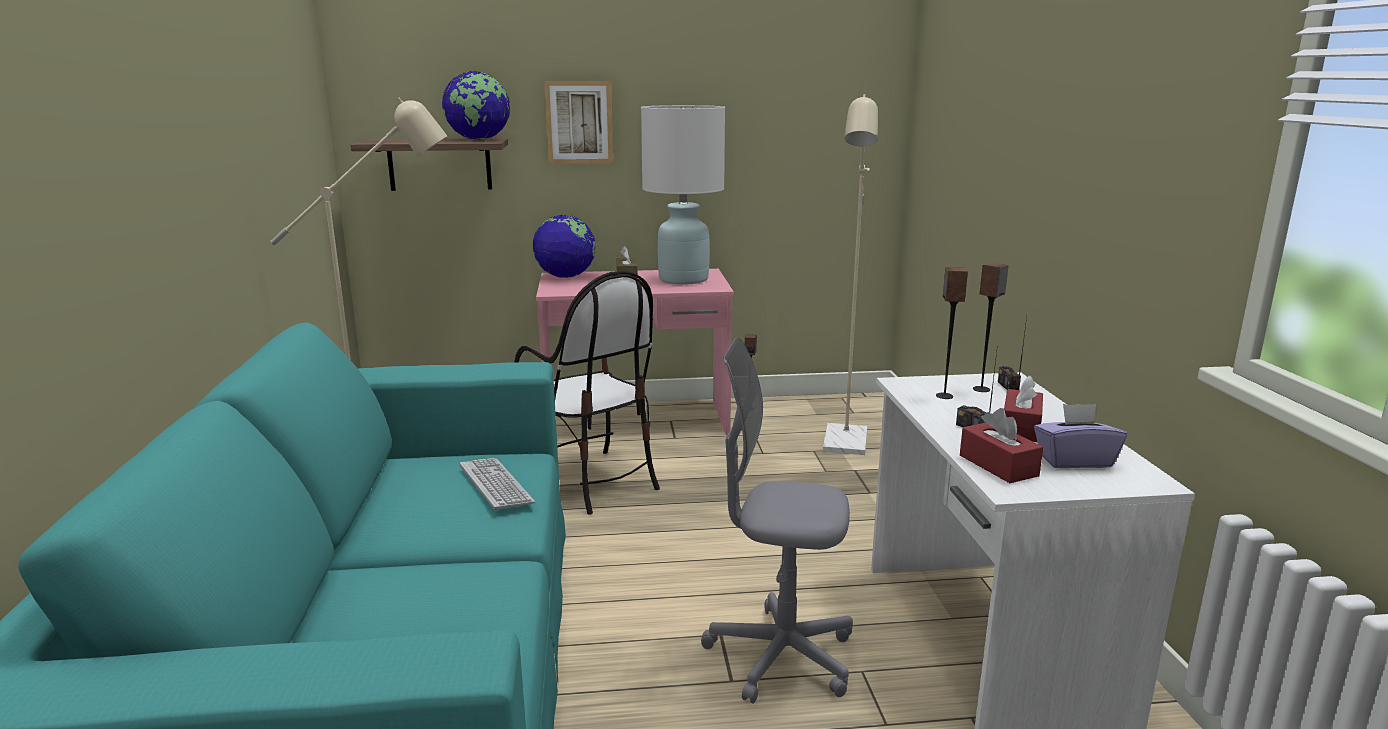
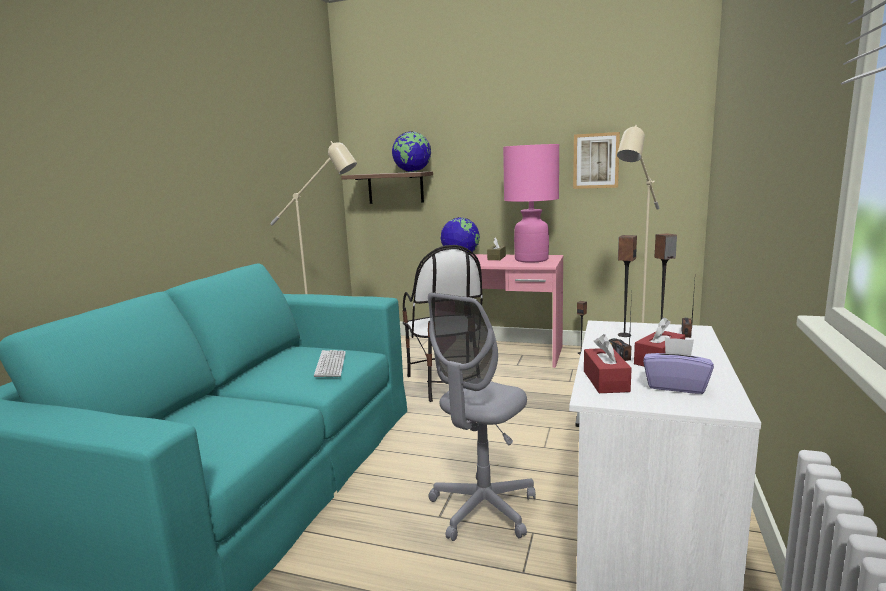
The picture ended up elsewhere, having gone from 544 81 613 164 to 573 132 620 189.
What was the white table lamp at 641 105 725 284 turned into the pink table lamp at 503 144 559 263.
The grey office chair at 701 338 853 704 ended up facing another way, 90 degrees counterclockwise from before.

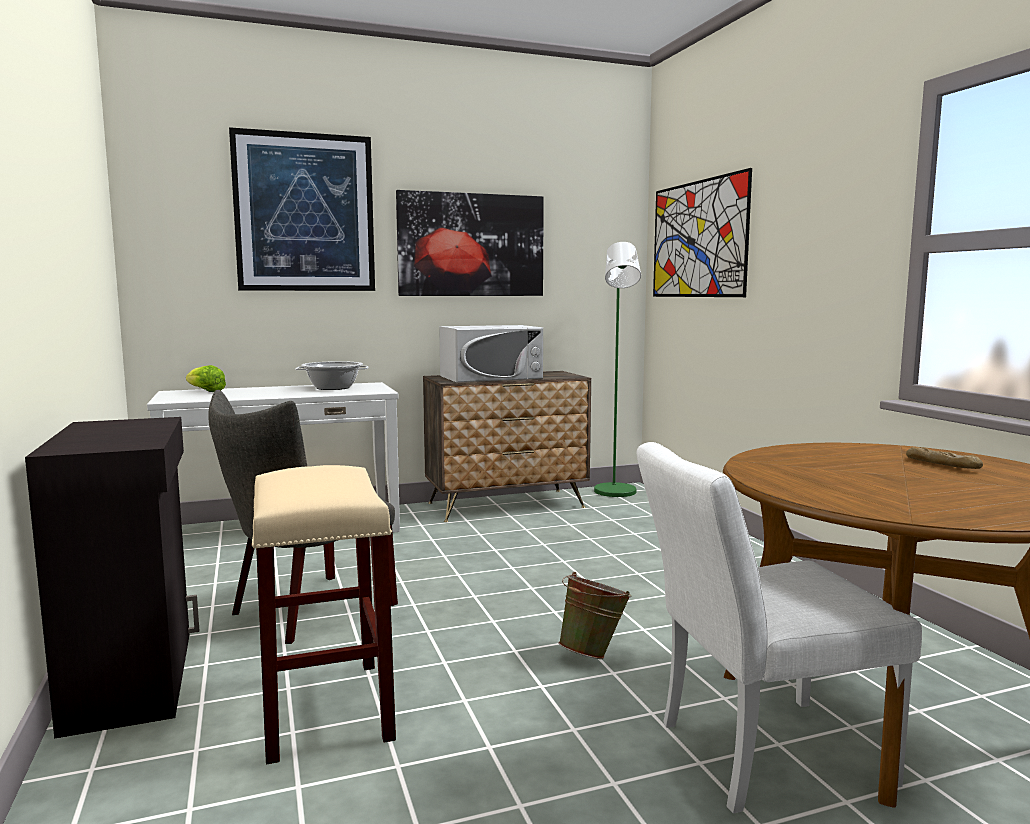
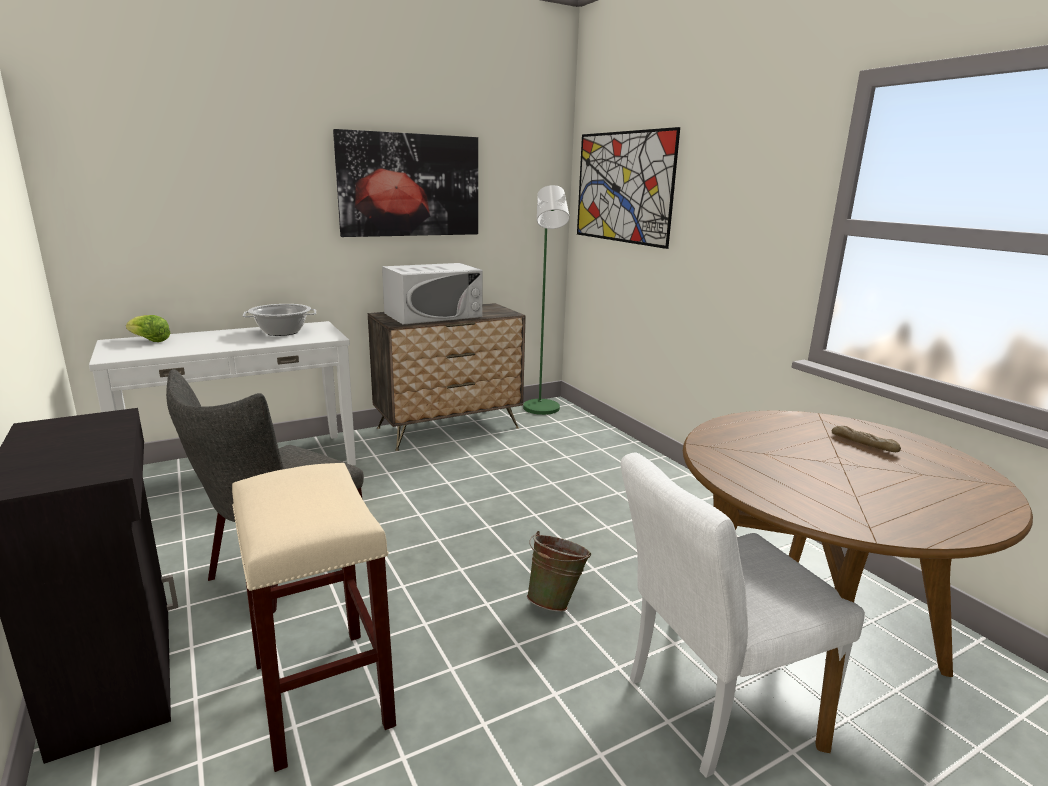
The second view lost the picture at 229 127 375 291.

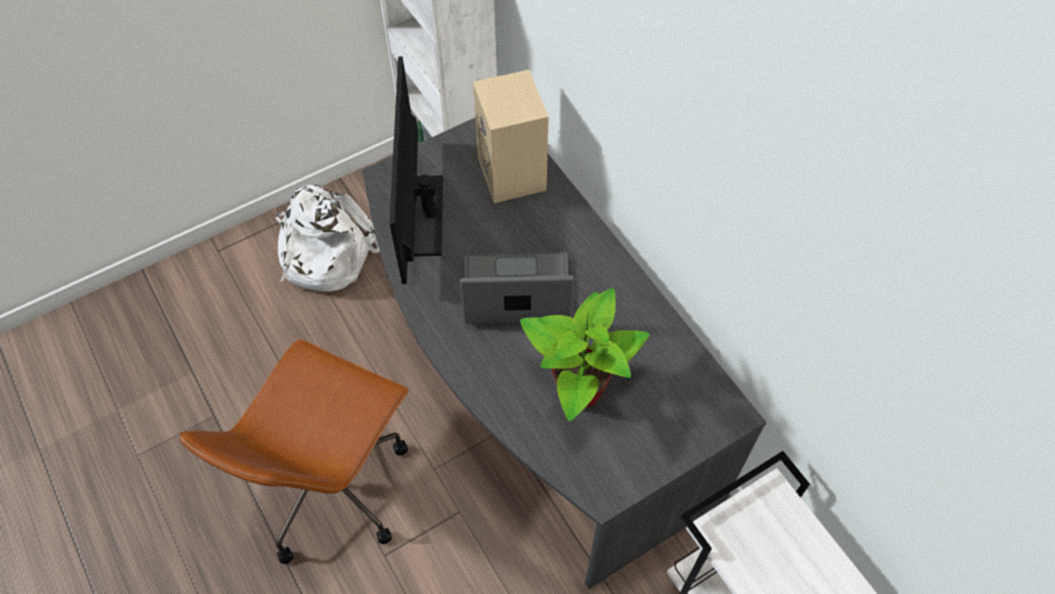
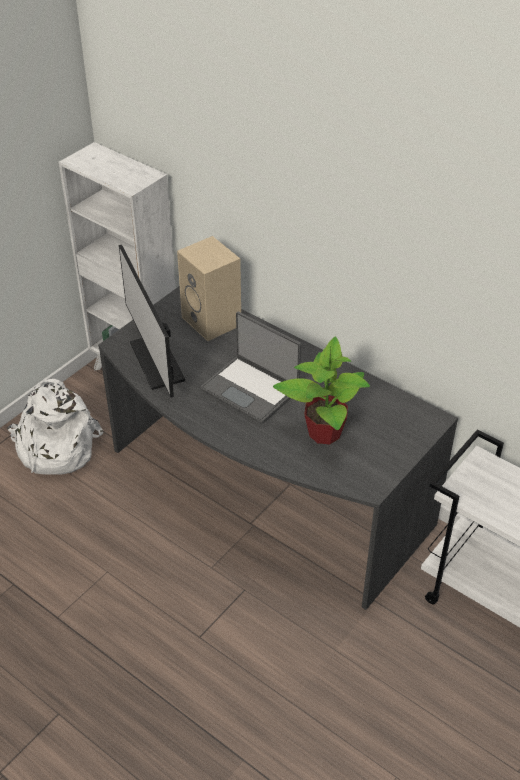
The second view lost the brown office chair at 179 339 408 564.
The laptop at 460 253 574 324 ended up facing another way, 120 degrees counterclockwise from before.

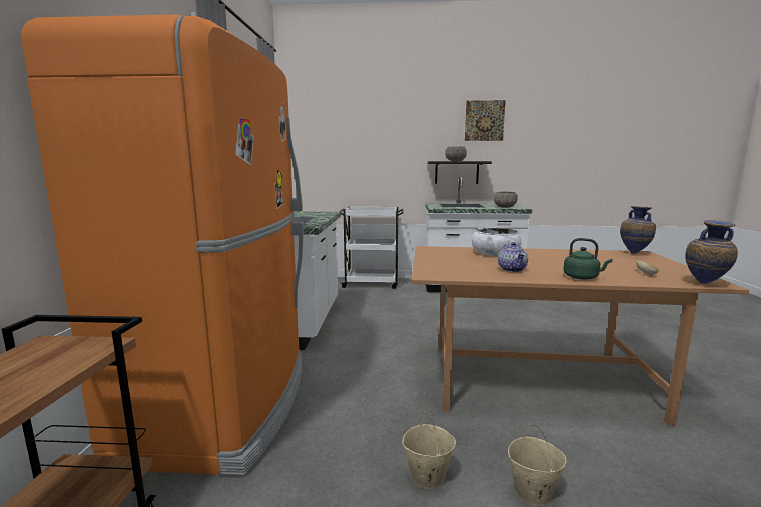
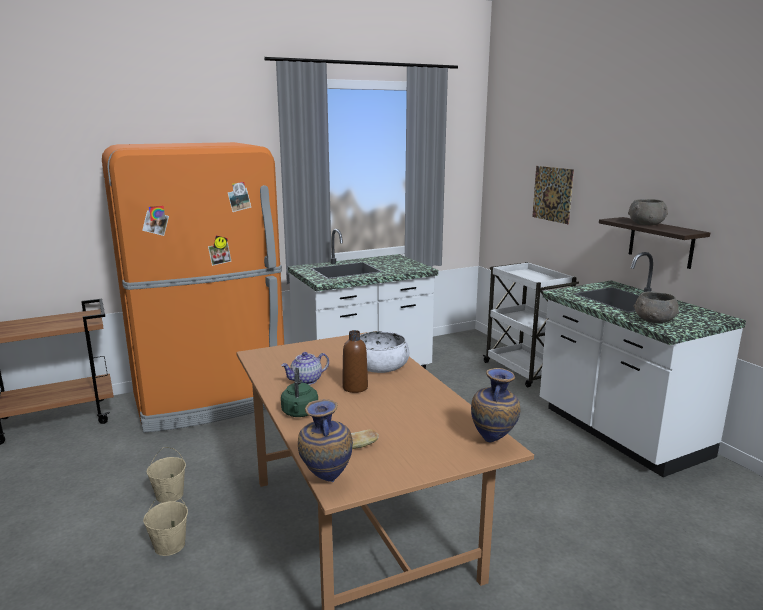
The second view gained the brown bottle at 342 330 368 393.
The picture ended up elsewhere, having gone from 465 100 506 141 to 532 166 574 224.

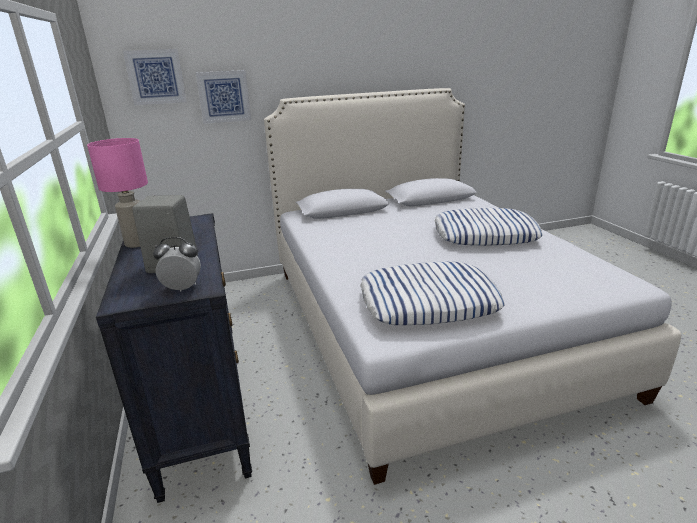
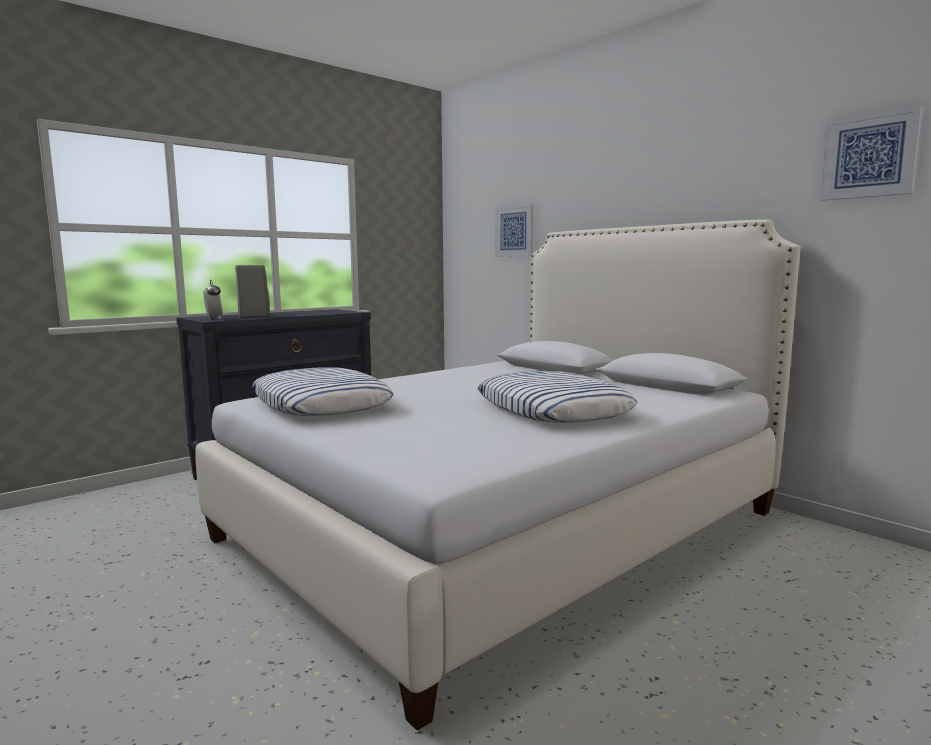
The second view lost the pink table lamp at 87 138 148 248.
The picture ended up elsewhere, having gone from 123 49 187 105 to 821 106 923 201.

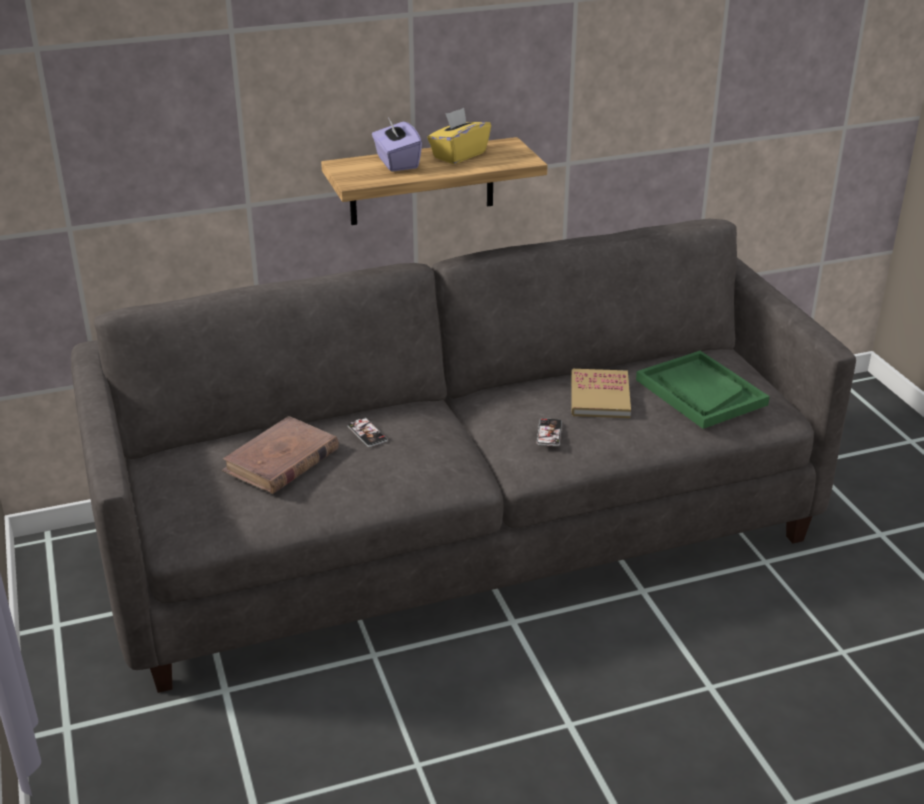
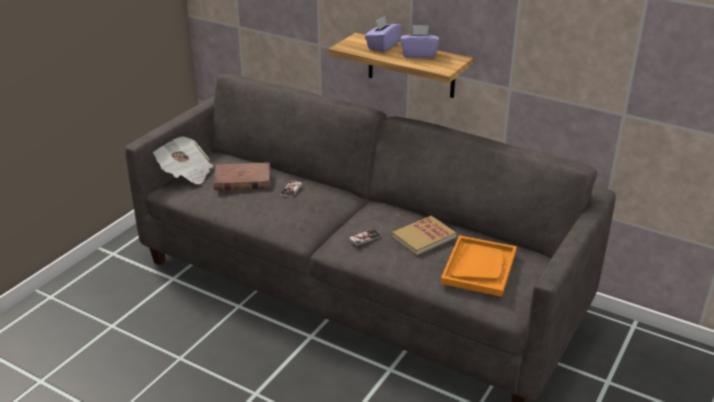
The second view gained the newspaper at 153 136 213 184.
What was the yellow tissue box at 427 108 491 164 turned into the purple tissue box at 401 25 440 58.
What was the green tray at 636 351 770 429 turned into the orange tray at 441 235 517 297.

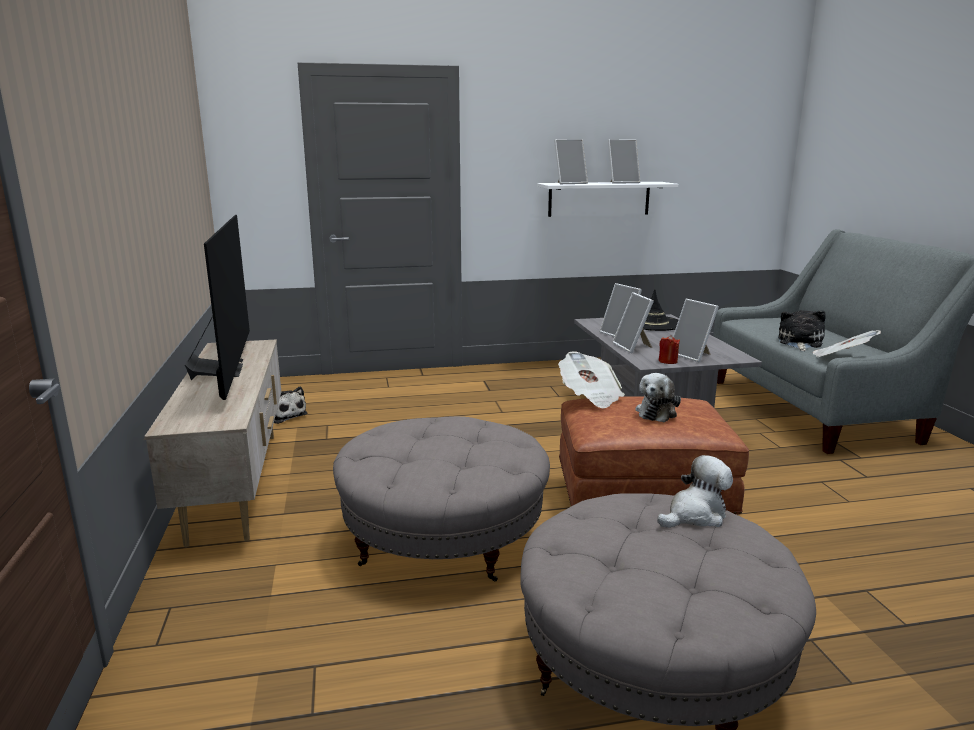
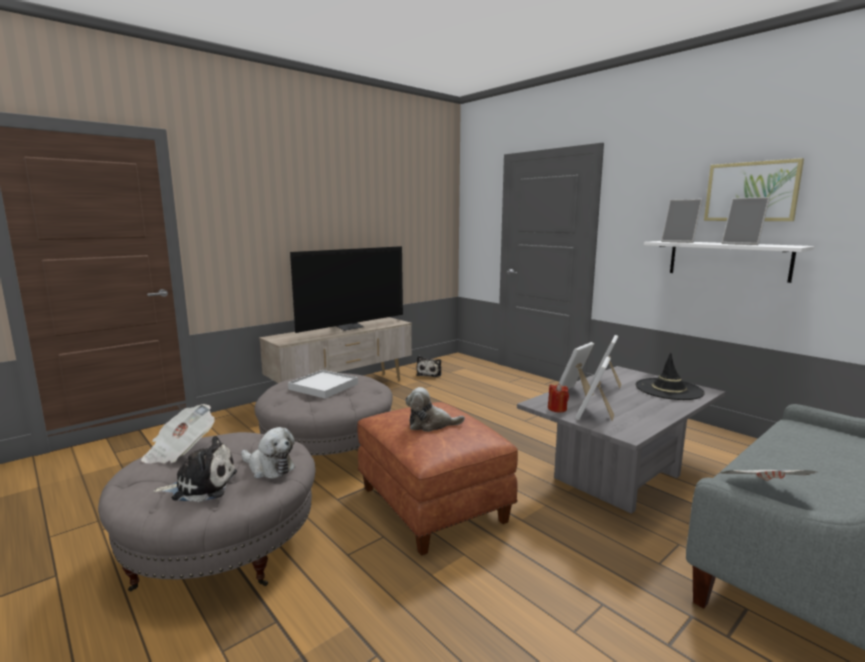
The second view gained the white tray at 288 370 358 398.
The second view gained the picture at 704 158 804 221.
The newspaper ended up elsewhere, having gone from 558 351 625 409 to 141 404 215 463.
The plush toy ended up elsewhere, having gone from 778 310 826 351 to 153 436 237 502.

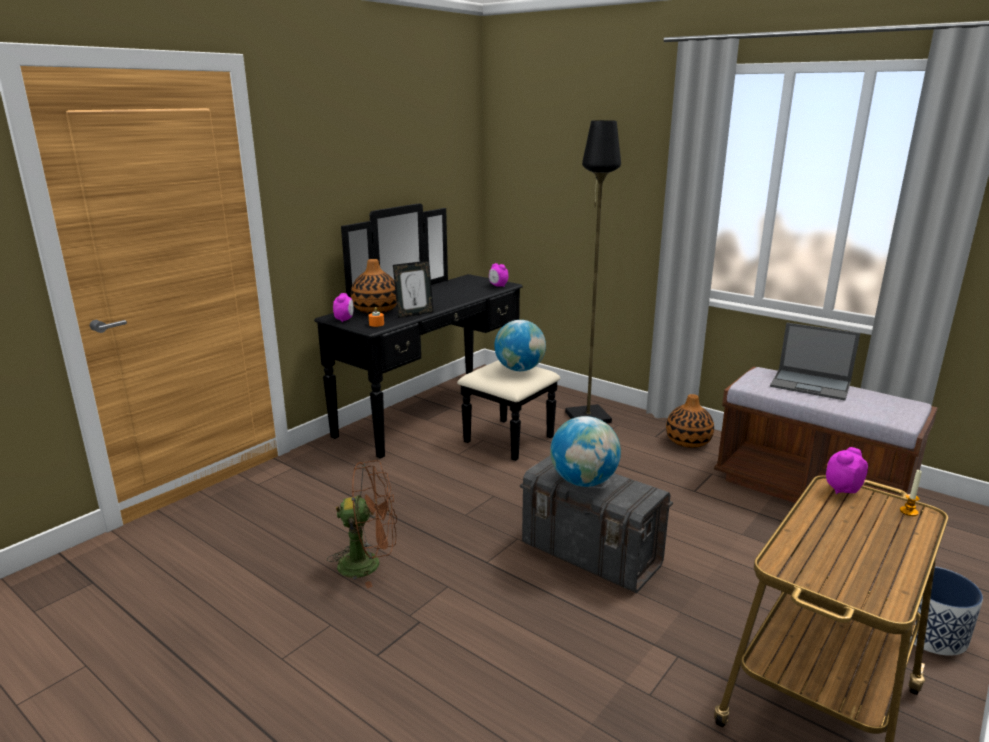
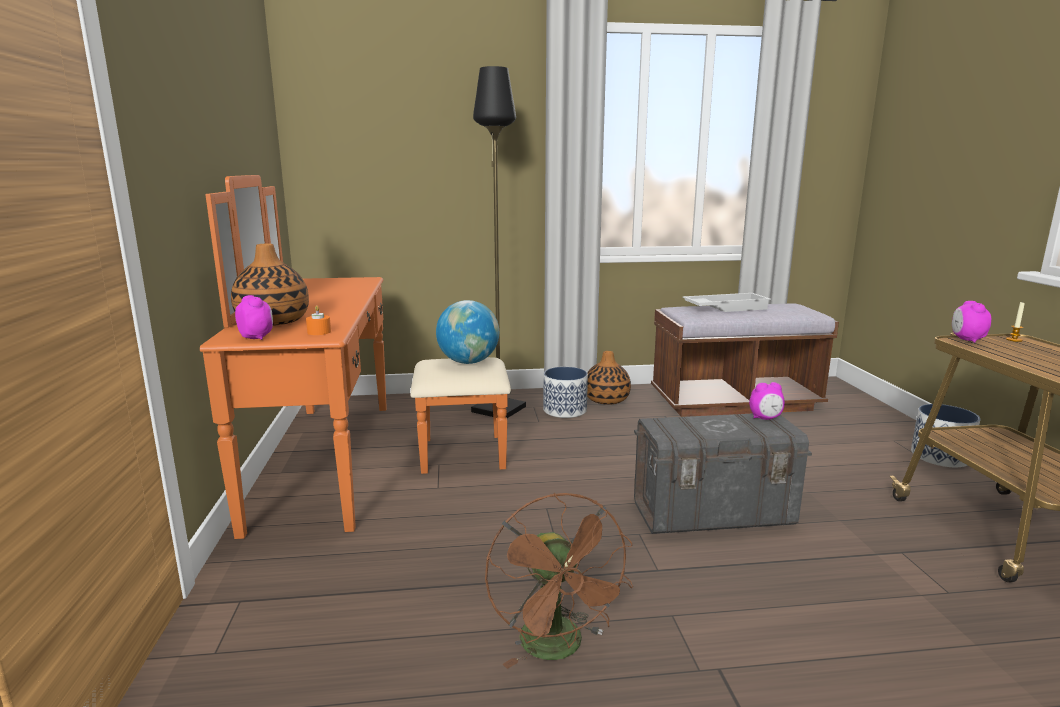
The second view lost the picture frame at 393 260 434 318.
The second view lost the globe at 550 416 621 487.
The second view gained the planter at 543 367 588 418.
The alarm clock ended up elsewhere, having gone from 489 263 508 287 to 749 382 785 420.
Where the laptop stood at 770 322 860 400, the white tray came to stand at 683 293 771 312.
What was the black dresser at 314 203 560 461 turned into the orange dresser at 200 175 511 539.
The brown fan at 327 460 397 588 ended up facing another way, 120 degrees clockwise from before.

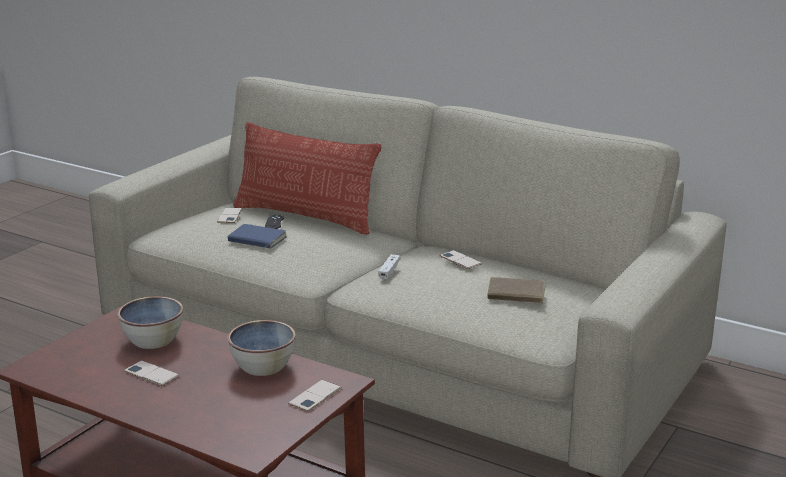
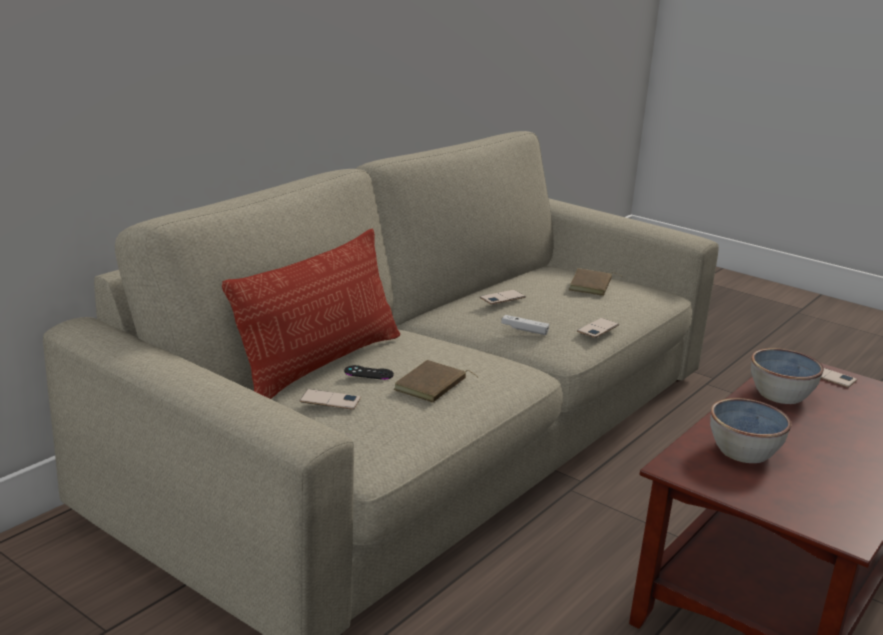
The phone ended up elsewhere, having gone from 124 360 179 386 to 577 318 619 338.
What was the blue book at 227 224 287 249 turned into the brown book at 394 360 478 403.

